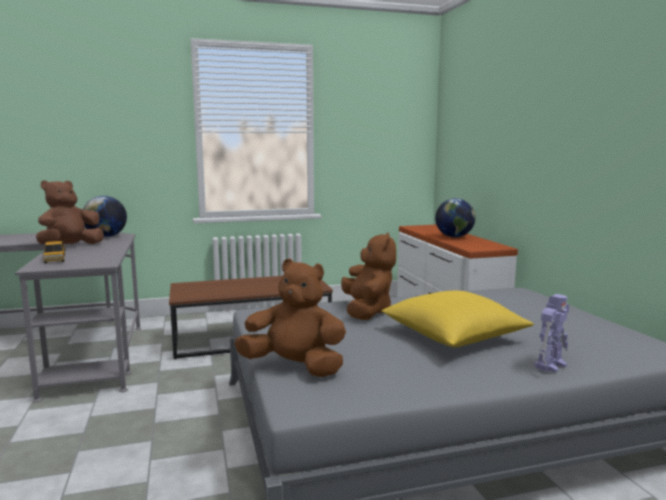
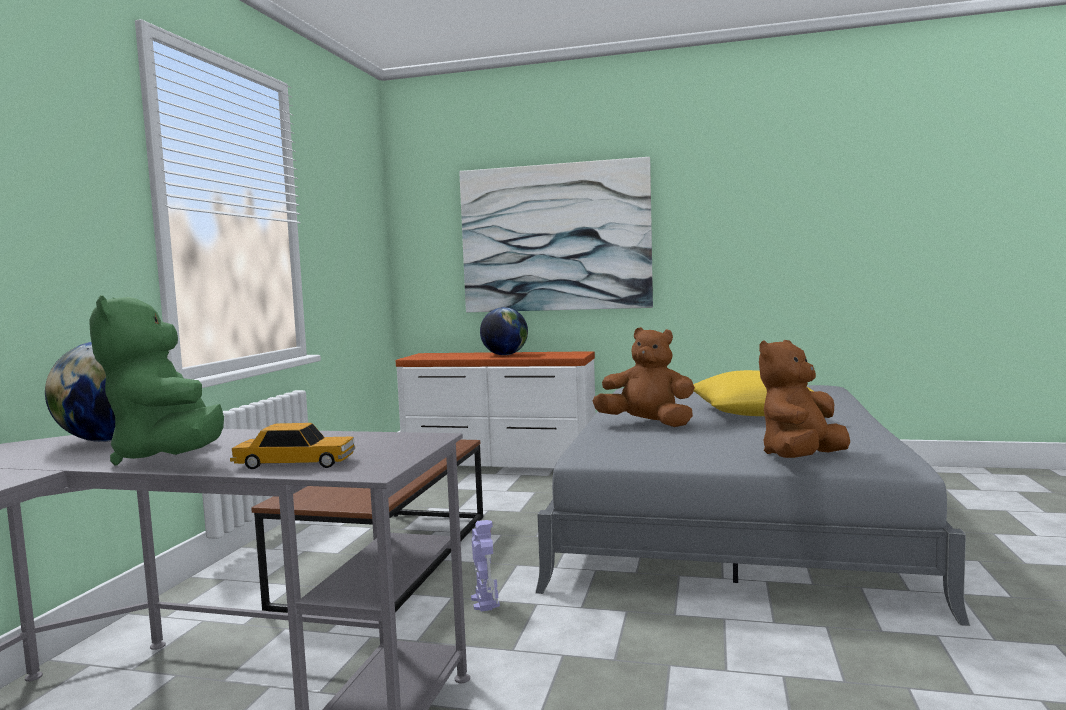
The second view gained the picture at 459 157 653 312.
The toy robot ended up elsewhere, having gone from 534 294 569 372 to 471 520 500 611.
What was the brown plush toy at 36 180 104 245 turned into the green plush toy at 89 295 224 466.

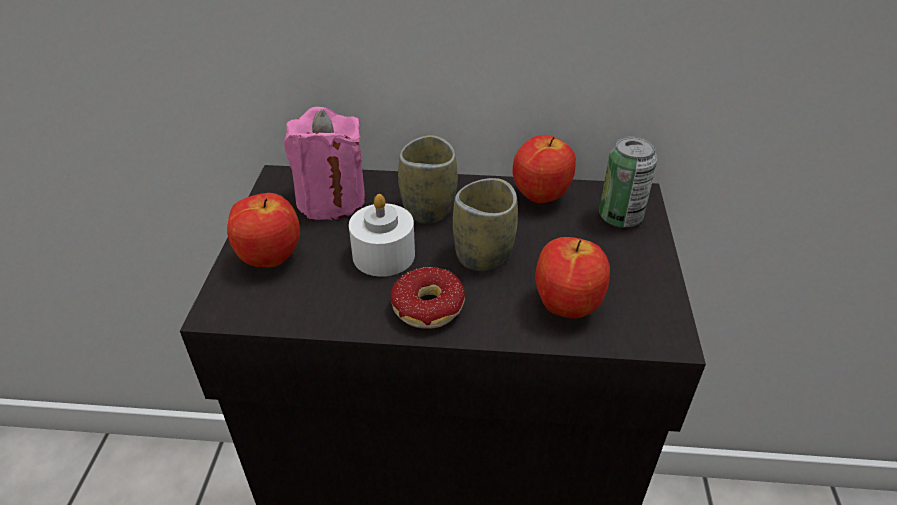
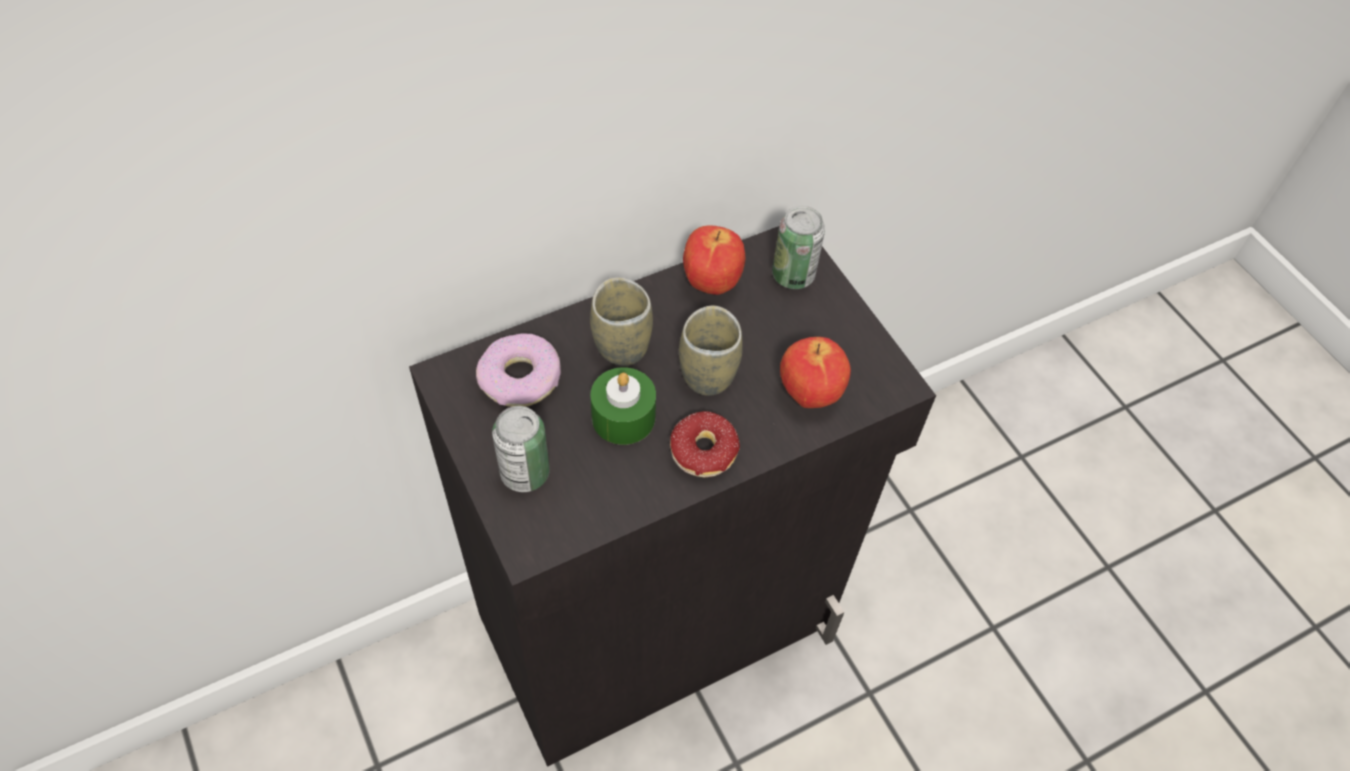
Where the apple stood at 227 193 300 267, the can came to stand at 492 406 550 492.
Where the pink candle stood at 284 107 365 220, the donut came to stand at 476 333 561 407.
What was the white candle at 349 194 415 277 turned into the green candle at 591 367 656 445.

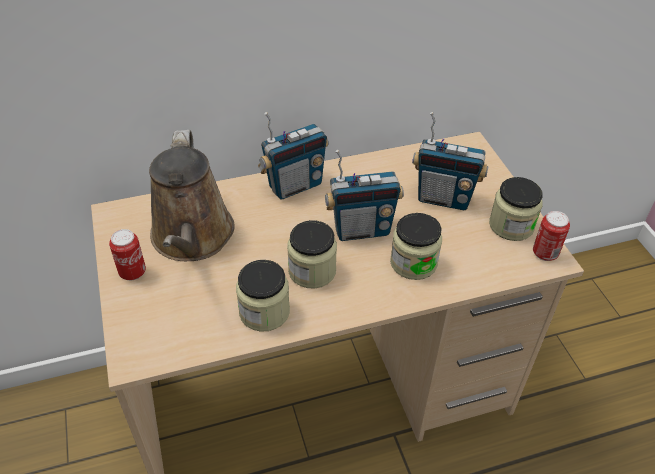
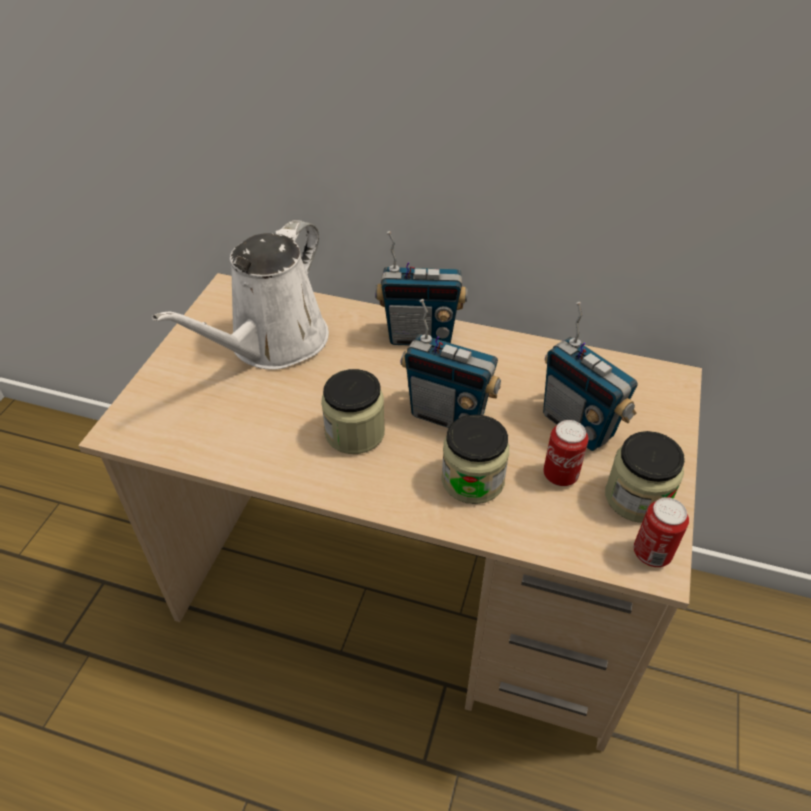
The second view lost the jar at 236 260 290 332.
The can ended up elsewhere, having gone from 109 229 146 280 to 543 420 588 486.
What was the brown watering can at 149 130 235 261 turned into the white watering can at 152 220 329 370.

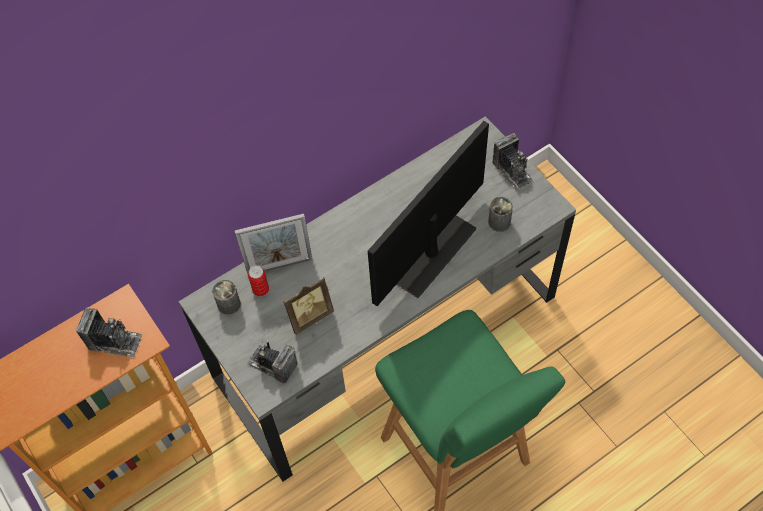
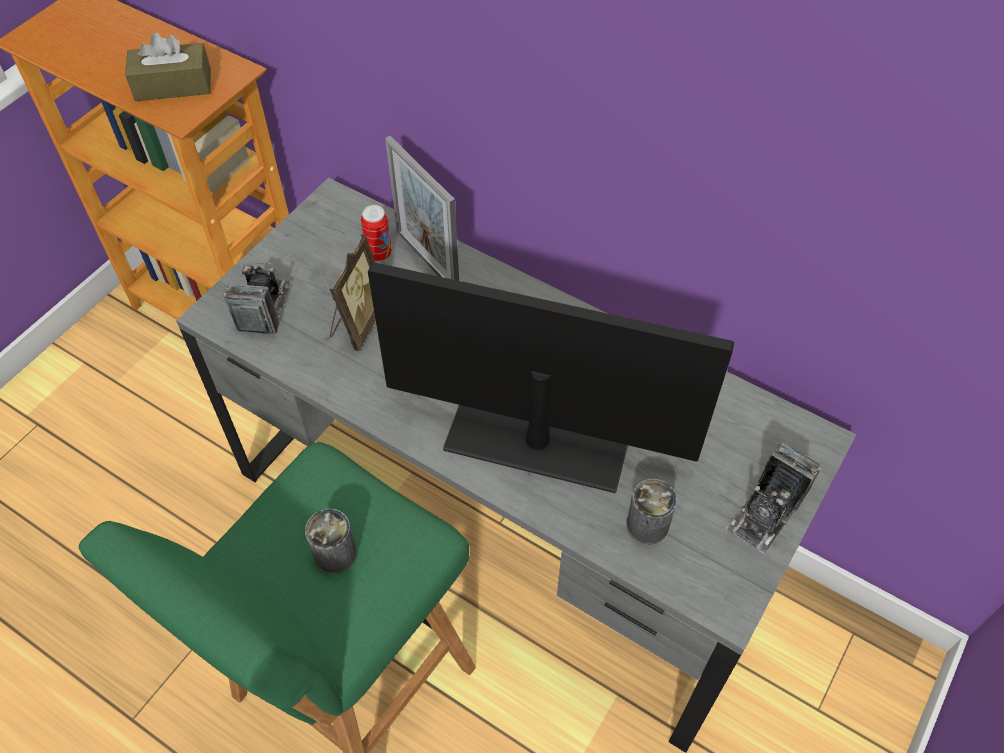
The can ended up elsewhere, having gone from 212 280 241 315 to 305 509 357 574.
Where the photo camera stood at 76 307 142 358, the brown tissue box came to stand at 125 33 211 101.
The picture frame at 283 277 334 335 ended up facing another way, 105 degrees counterclockwise from before.

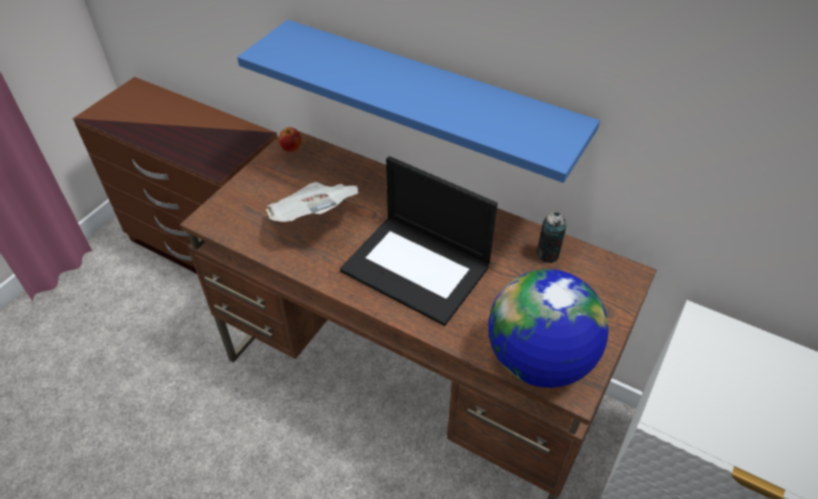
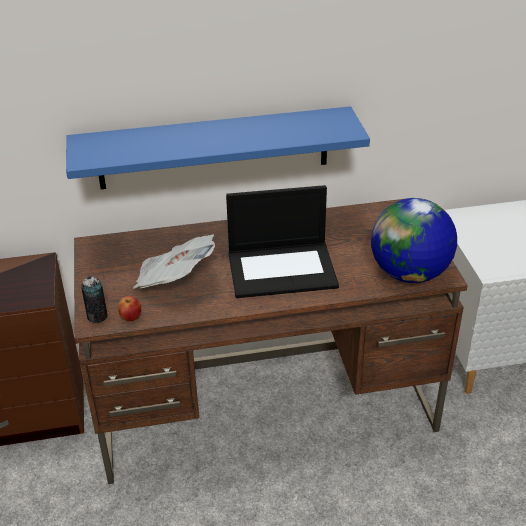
The apple ended up elsewhere, having gone from 279 127 302 152 to 118 296 141 321.
The can ended up elsewhere, having gone from 537 212 567 263 to 81 276 107 323.

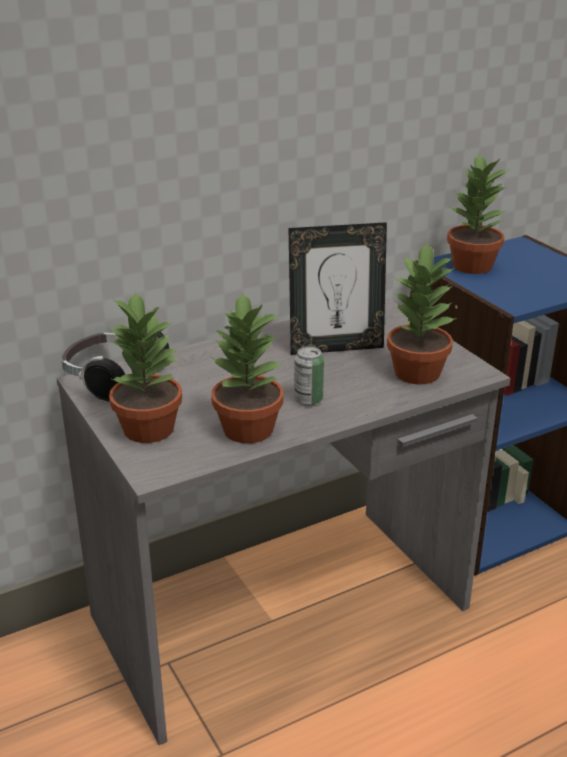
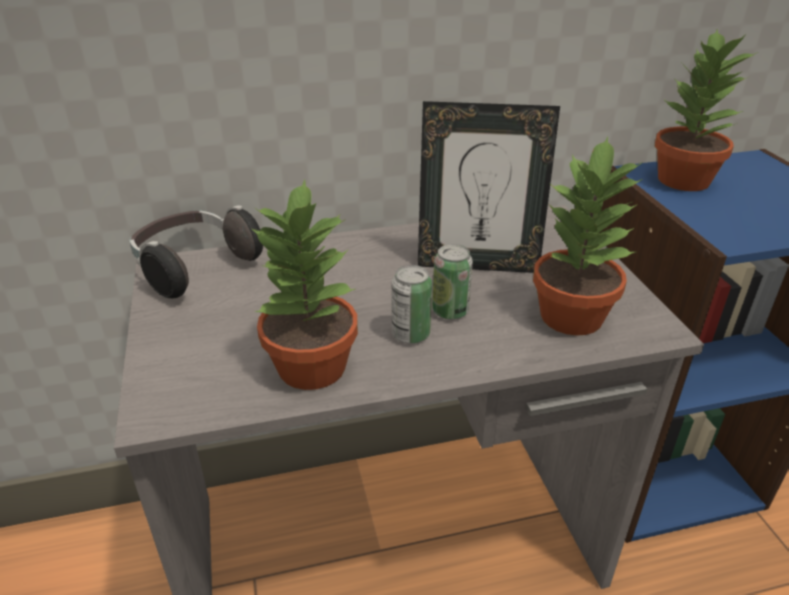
The second view lost the potted plant at 108 291 182 443.
The second view gained the can at 432 244 473 320.

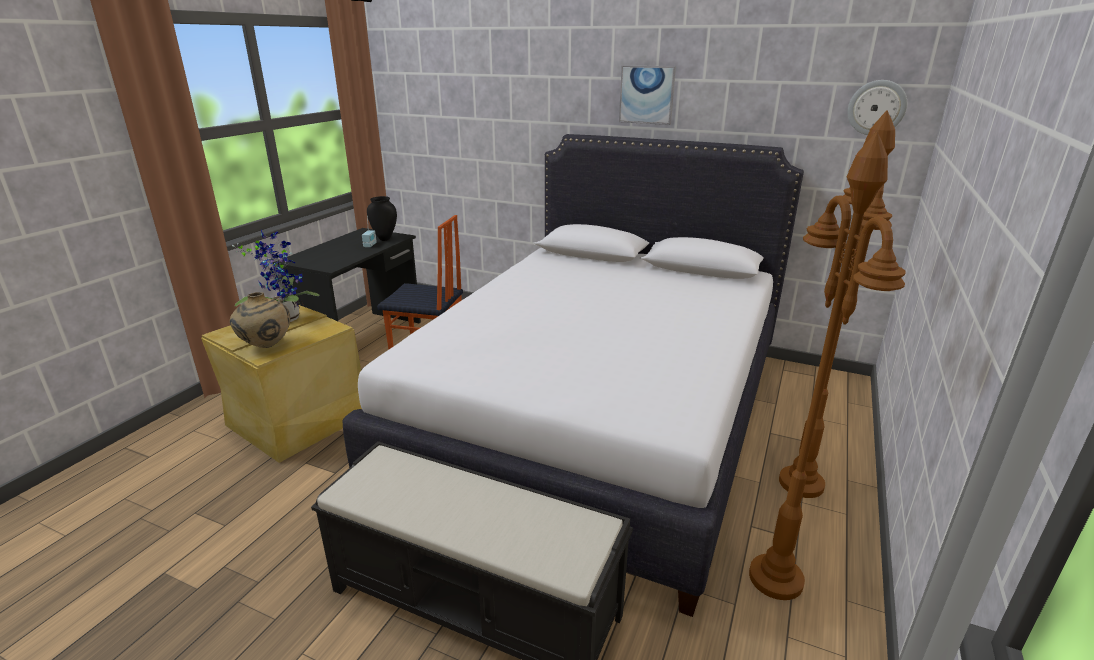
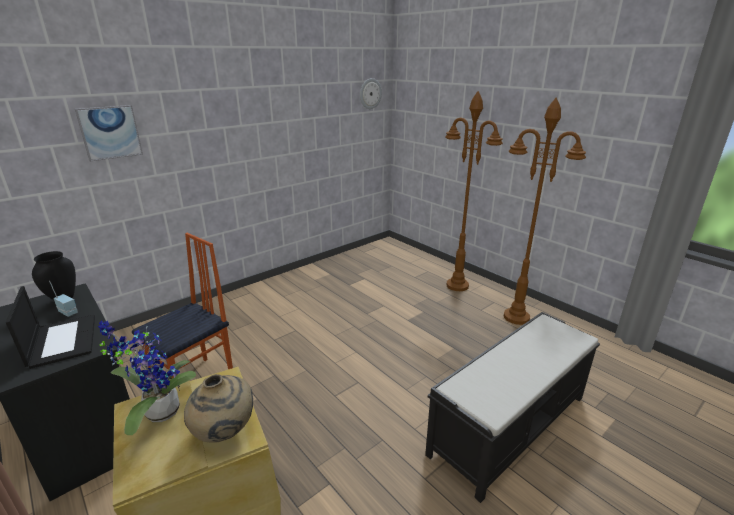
The second view lost the white bed at 343 134 804 617.
The second view gained the laptop at 6 286 95 369.
The picture ended up elsewhere, having gone from 619 65 676 125 to 75 105 143 161.

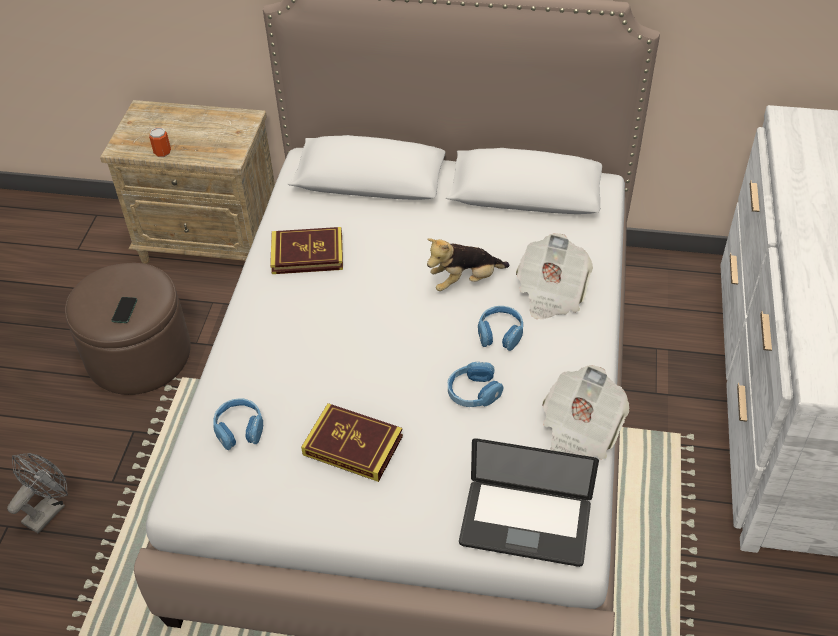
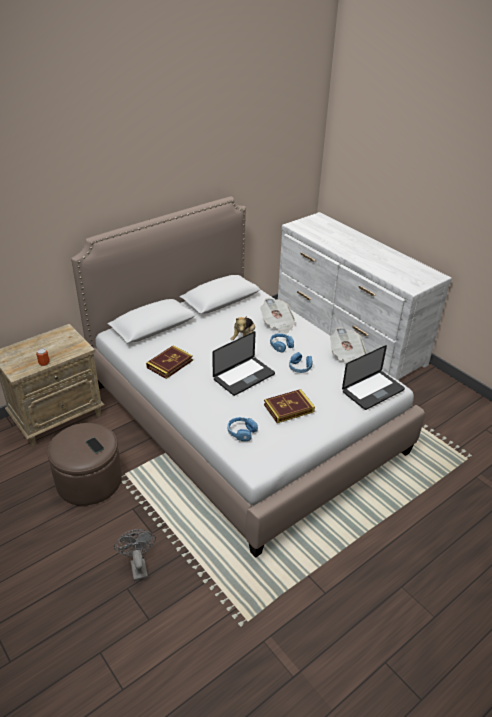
The second view gained the laptop at 212 331 275 396.

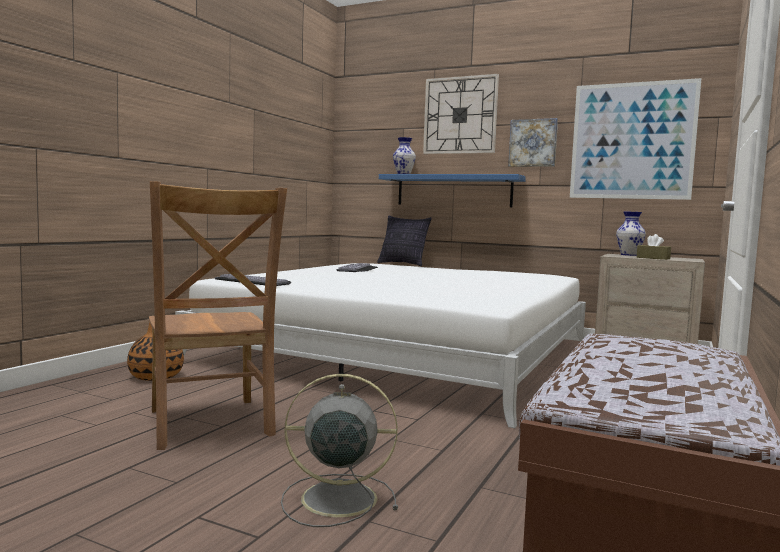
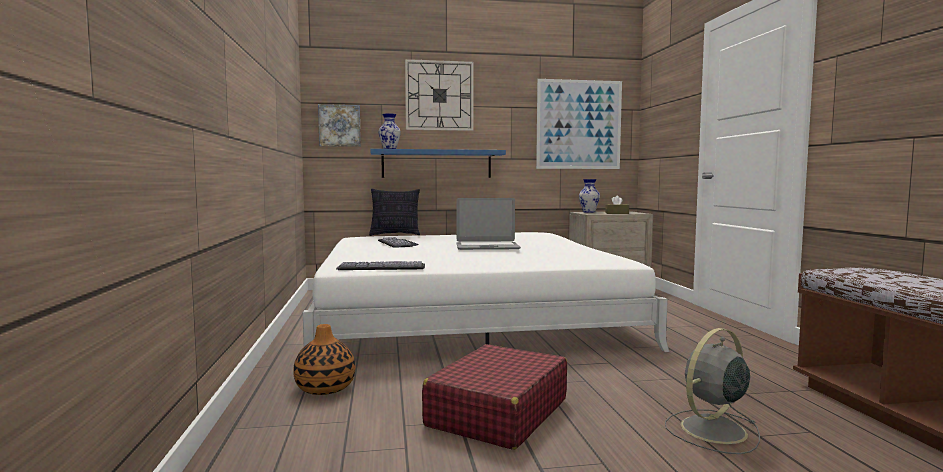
The second view gained the laptop at 456 198 521 250.
The picture ended up elsewhere, having gone from 508 118 558 167 to 318 104 361 147.
Where the brown chair stood at 149 181 287 450, the red suitcase came to stand at 422 344 567 450.

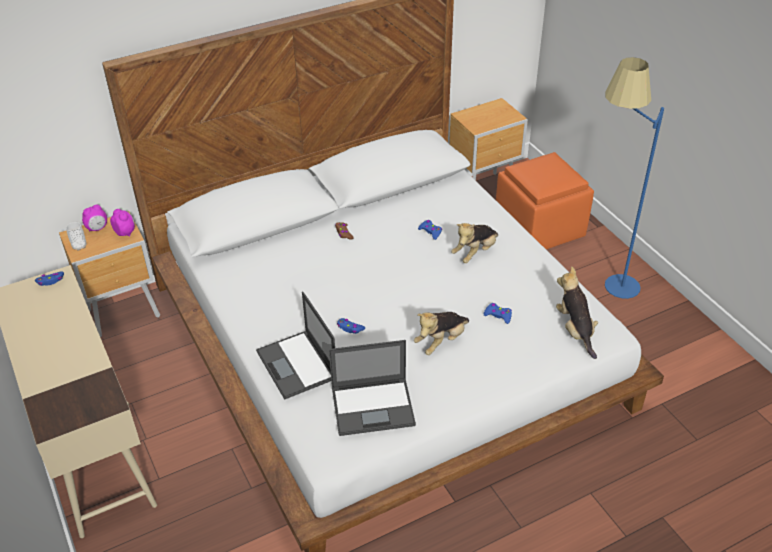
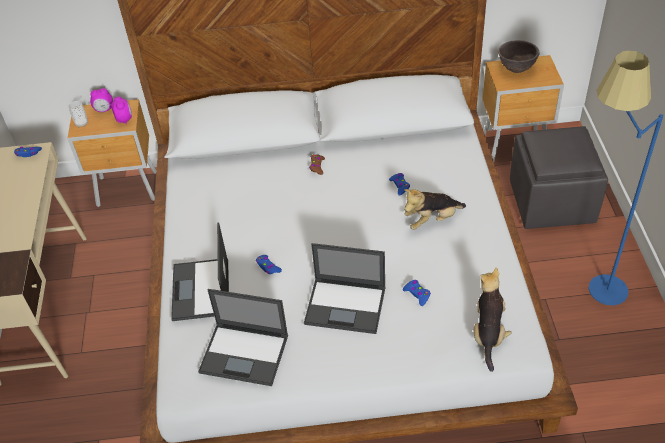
The second view gained the brown bowl at 498 40 540 73.
Where the plush toy stood at 414 312 469 355, the laptop came to stand at 304 243 386 334.
What was the orange ottoman at 496 152 594 249 turned into the grey ottoman at 510 126 608 229.

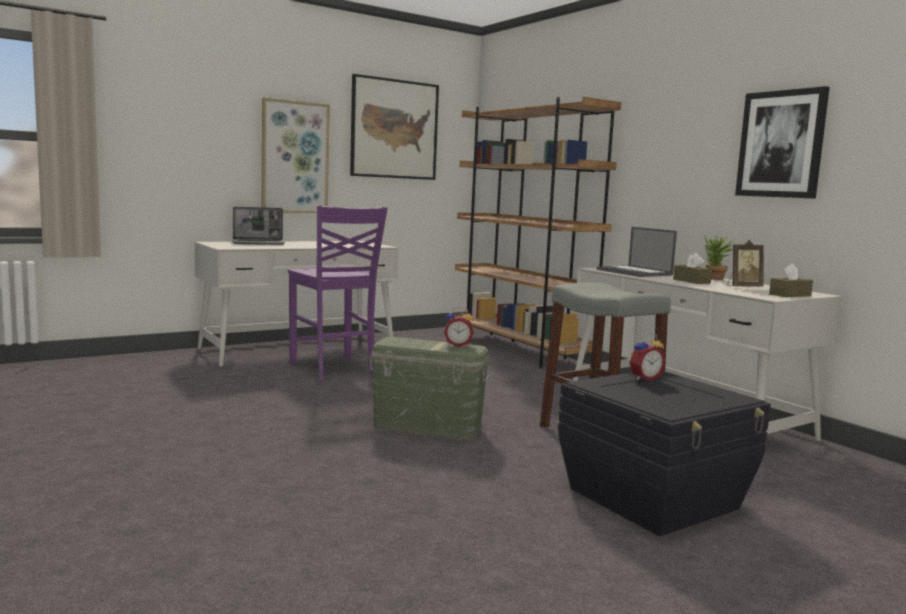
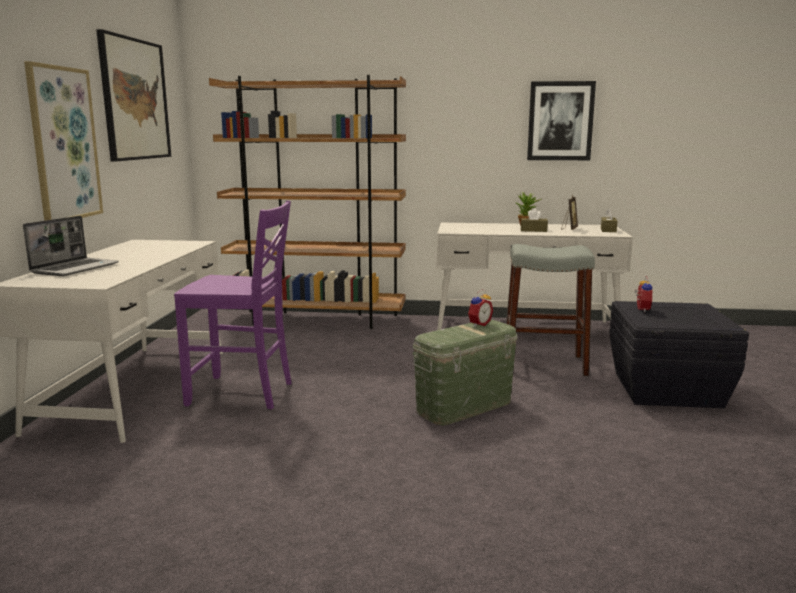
The second view lost the laptop at 597 227 677 277.

